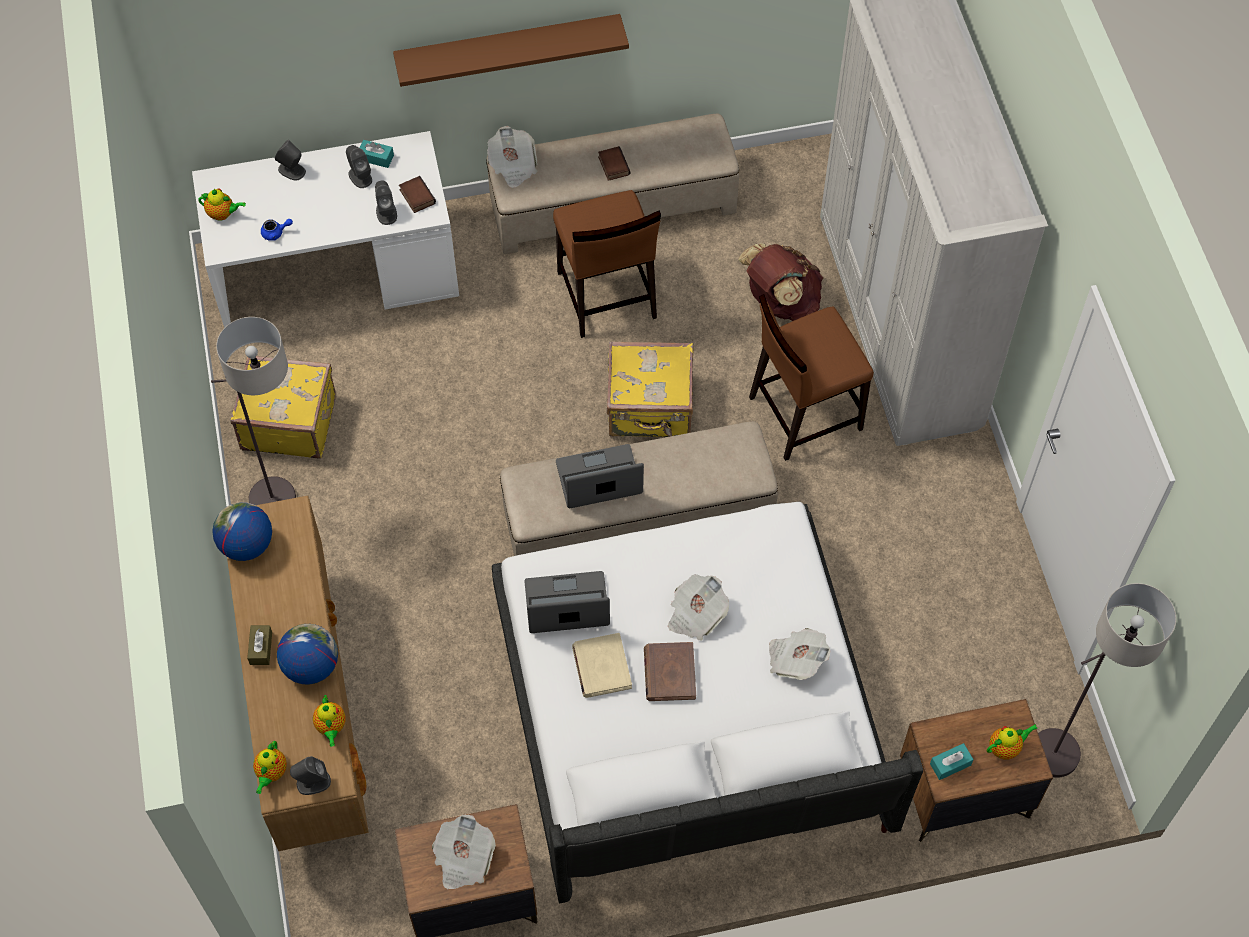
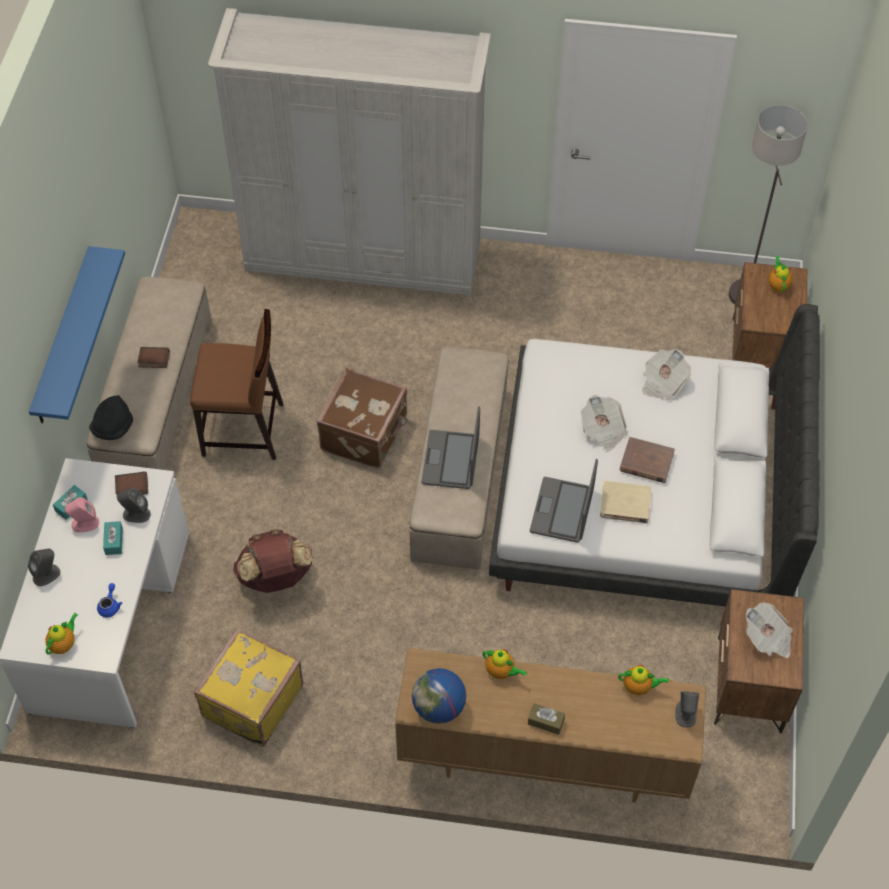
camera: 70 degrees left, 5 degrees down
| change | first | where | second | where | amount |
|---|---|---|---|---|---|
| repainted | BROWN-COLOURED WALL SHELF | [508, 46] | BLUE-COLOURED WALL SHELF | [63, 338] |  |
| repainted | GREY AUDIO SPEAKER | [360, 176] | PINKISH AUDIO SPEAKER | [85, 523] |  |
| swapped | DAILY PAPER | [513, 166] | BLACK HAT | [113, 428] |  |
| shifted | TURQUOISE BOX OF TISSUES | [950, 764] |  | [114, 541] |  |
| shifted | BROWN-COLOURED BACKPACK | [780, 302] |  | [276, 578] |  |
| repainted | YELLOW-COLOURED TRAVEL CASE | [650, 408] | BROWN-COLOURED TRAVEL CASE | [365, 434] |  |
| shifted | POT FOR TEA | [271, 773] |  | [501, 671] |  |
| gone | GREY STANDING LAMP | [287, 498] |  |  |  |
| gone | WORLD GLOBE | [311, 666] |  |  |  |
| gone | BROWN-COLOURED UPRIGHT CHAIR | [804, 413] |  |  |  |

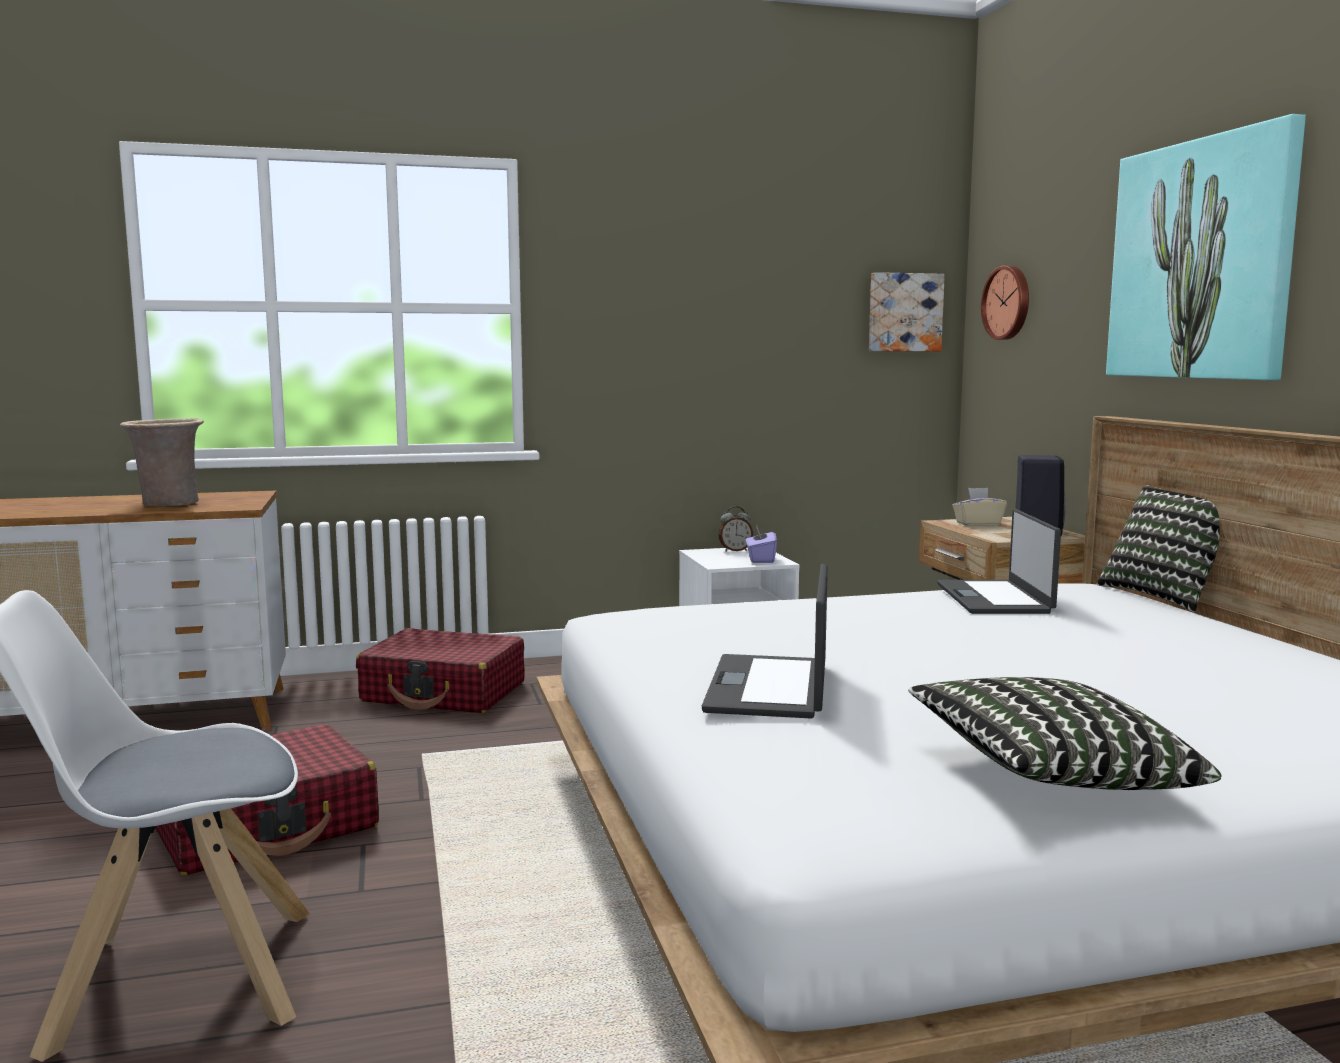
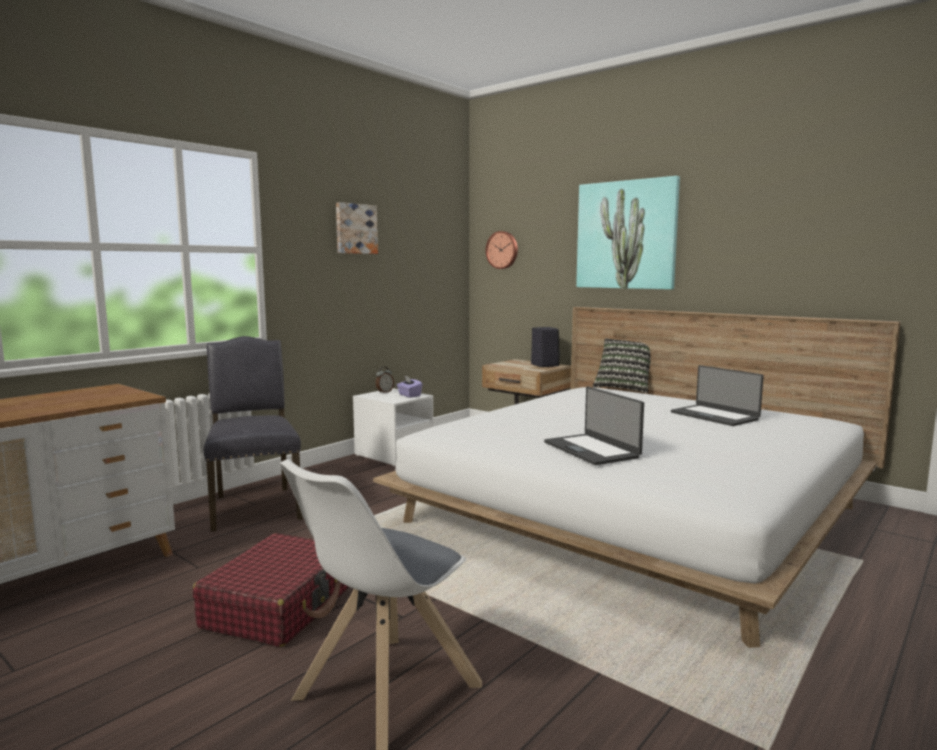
camera: 35 degrees left, 0 degrees up
| change | first | where | second | where | amount |
|---|---|---|---|---|---|
| swapped | RED TRAVEL CASE | [444, 692] | GREY UPRIGHT CHAIR | [255, 506] |  |
| shifted | PICTURE | [904, 312] |  | [355, 229] |  |
| shifted | NOTEBOOK COMPUTER | [995, 598] |  | [715, 416] |  |
| gone | SAND-COLOURED FLOWER VASE | [168, 504] |  |  |  |
| gone | CUSHION | [1049, 776] |  |  |  |
| gone | SAND-COLOURED BOX OF TISSUES | [978, 524] |  |  |  |

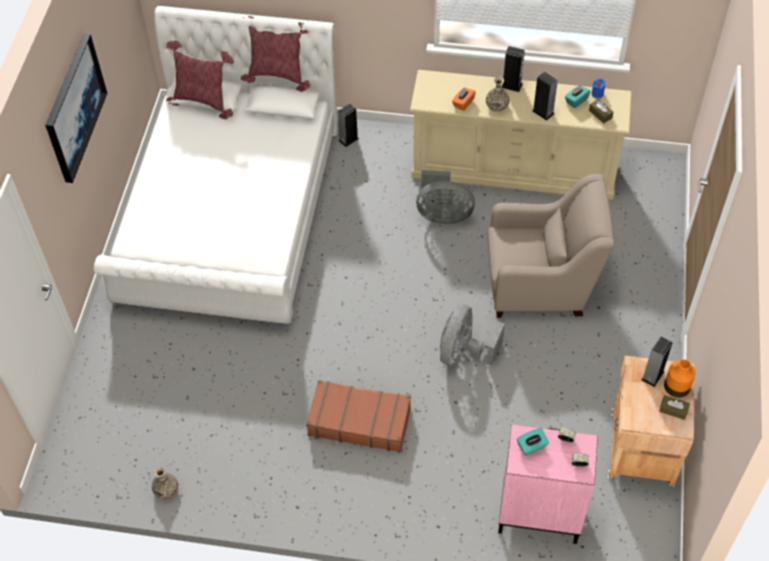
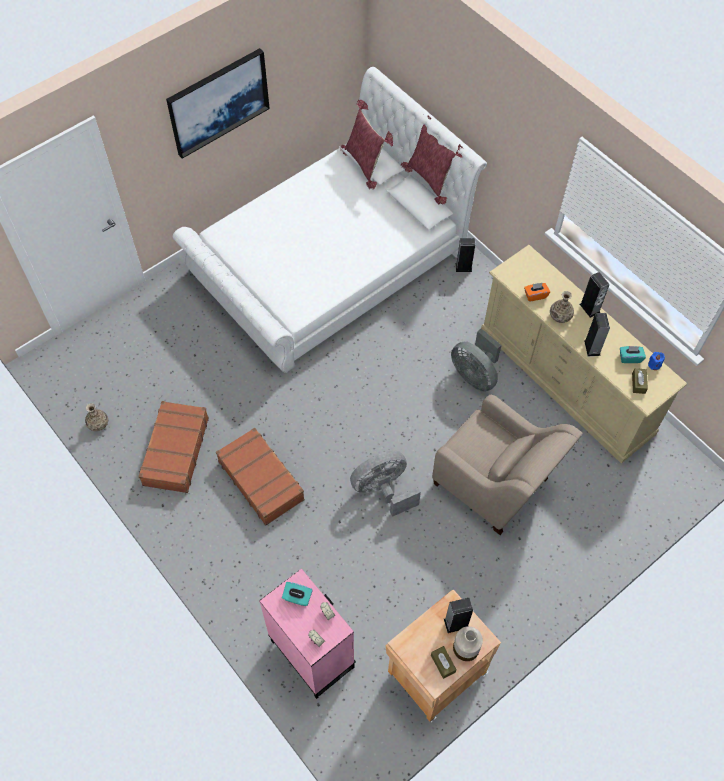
camera: 40 degrees right, 5 degrees up
| change | first | where | second | where | amount |
|---|---|---|---|---|---|
| new |  |  | BROWN-COLOURED TRAVEL CASE | [175, 451] |  |
| repainted | ORANGE-COLOURED FLOWER VASE | [676, 386] | SAND-COLOURED FLOWER VASE | [466, 647] |  |

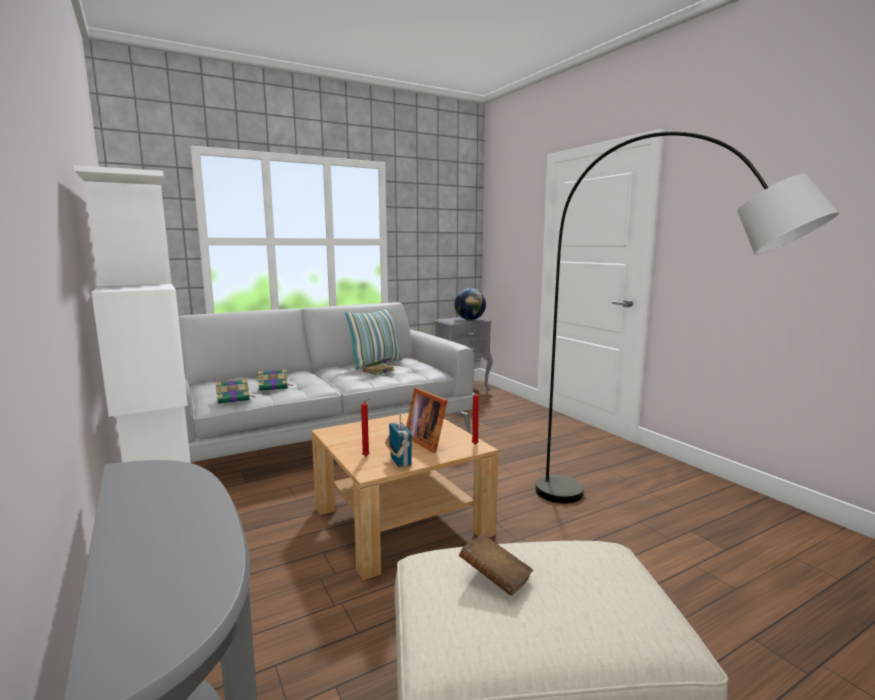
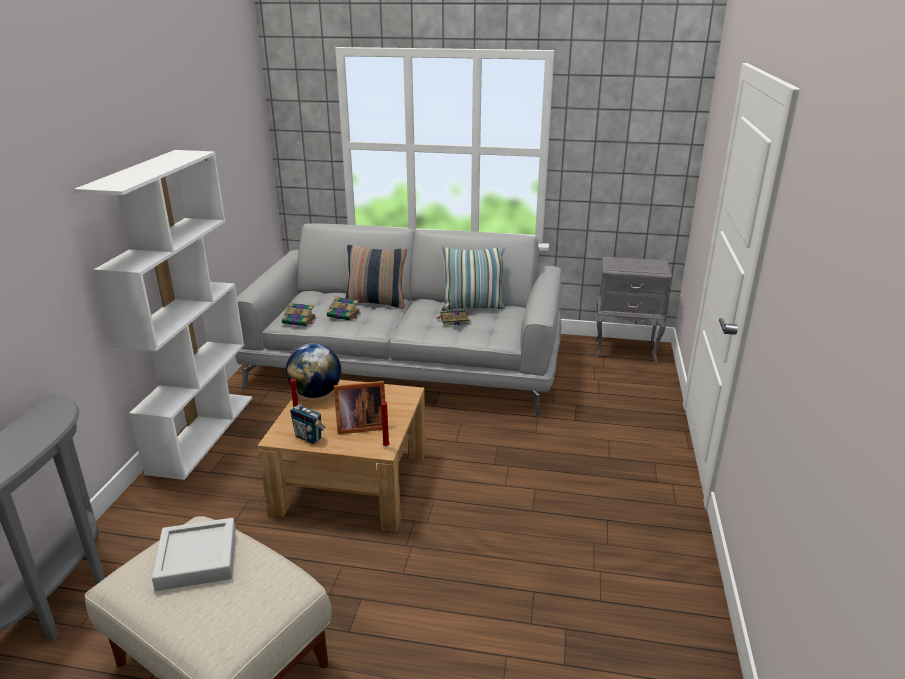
camera: 40 degrees right, 15 degrees up
| change | first | where | second | where | amount |
|---|---|---|---|---|---|
| swapped | BROWN-COLOURED BOOK | [495, 579] | GREY CARRYING TRAY | [197, 559] |  |
| shifted | WORLD GLOBE | [469, 319] |  | [316, 393] |  |
| rotated | RADIO | [399, 461] |  | [308, 437] | 105 degrees clockwise |
| rotated | PHOTO FRAME | [427, 441] |  | [359, 426] | 105 degrees counterclockwise |
| new |  |  | CUSHION | [376, 302] |  |
| gone | GREY STANDING LAMP | [647, 525] |  |  |  |

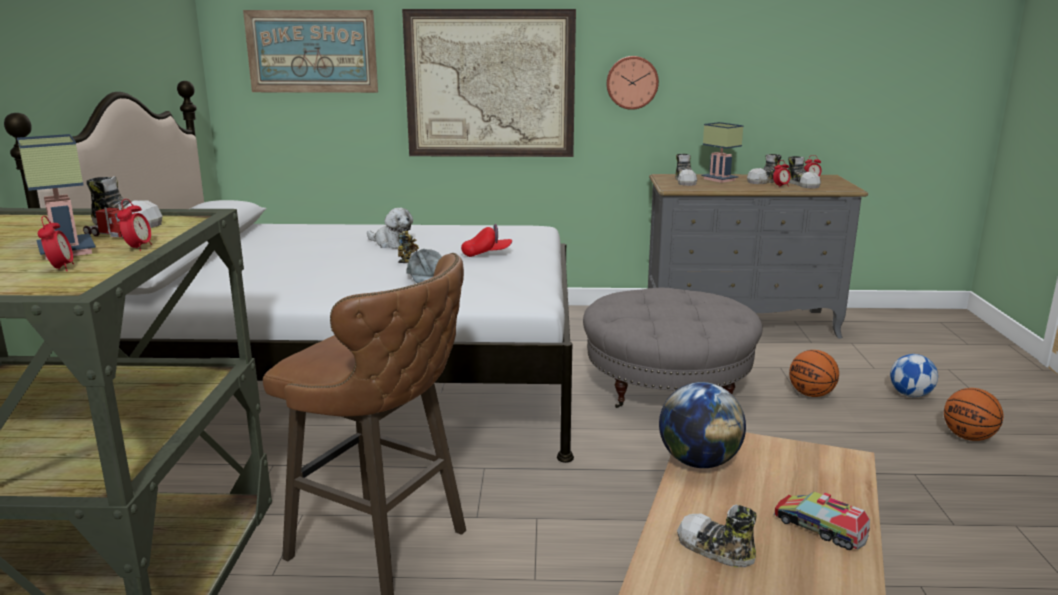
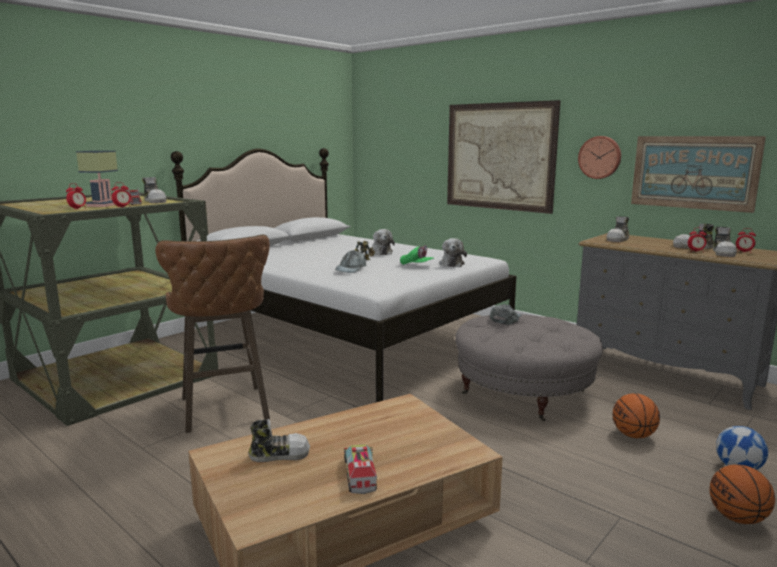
camera: 40 degrees right, 5 degrees down
| change | first | where | second | where | amount |
|---|---|---|---|---|---|
| rotated | SHOE | [715, 549] |  | [279, 454] | 90 degrees clockwise |
| repainted | RED CAP | [486, 254] | GREENISH CAP | [416, 265] |  |
| new |  |  | SOFT TOY | [452, 263] |  |
| new |  |  | GREY CAP | [505, 319] |  |
| shifted | PICTURE | [312, 51] |  | [693, 172] |  |
| gone | WORLD GLOBE | [698, 462] |  |  |  |
| gone | LAMP FOR A TABLE | [721, 179] |  |  |  |

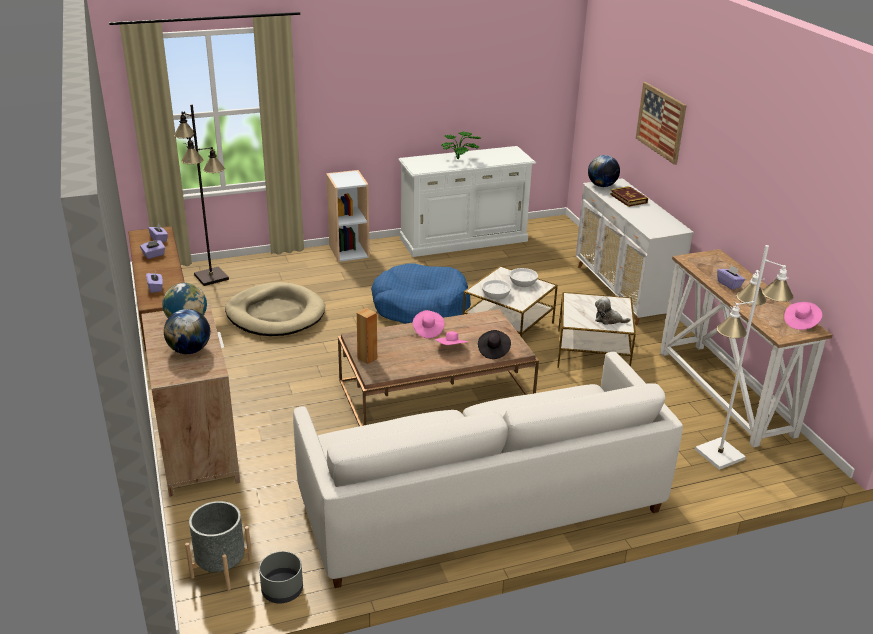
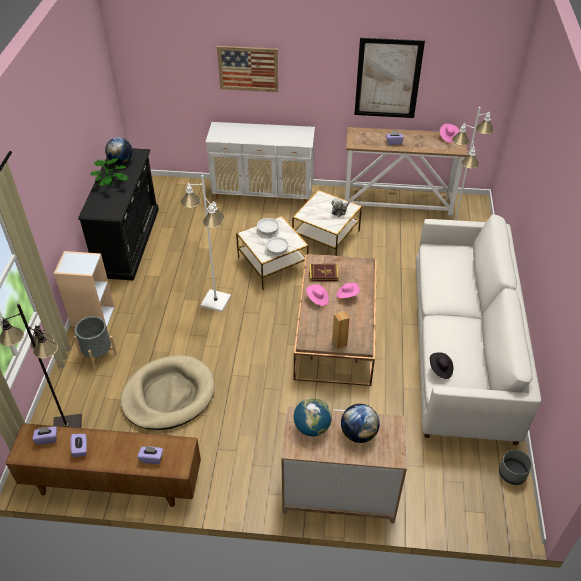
camera: 65 degrees left, 15 degrees up
| change | first | where | second | where | amount |
|---|---|---|---|---|---|
| shifted | GREY PLANTER | [221, 568] |  | [98, 354] |  |
| repainted | WHITE CUPBOARD | [464, 239] | BLACK CUPBOARD | [128, 241] |  |
| shifted | WORLD GLOBE | [602, 185] |  | [121, 161] |  |
| swapped | BLUE-COLOURED DOG BED | [420, 306] | WHITE STANDING LAMP | [215, 301] |  |
| shifted | BOOK | [628, 198] |  | [323, 274] |  |
| new |  |  | PICTURE | [388, 79] |  |
| shifted | BLACK HAT | [493, 351] |  | [440, 369] |  |

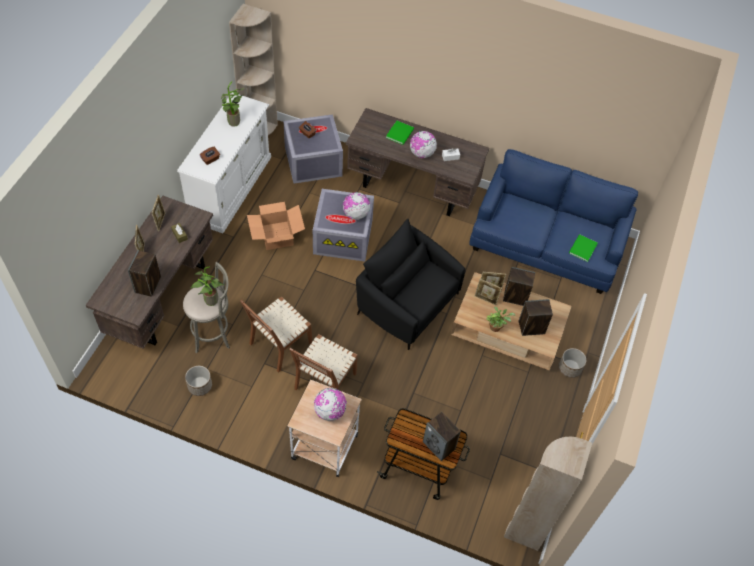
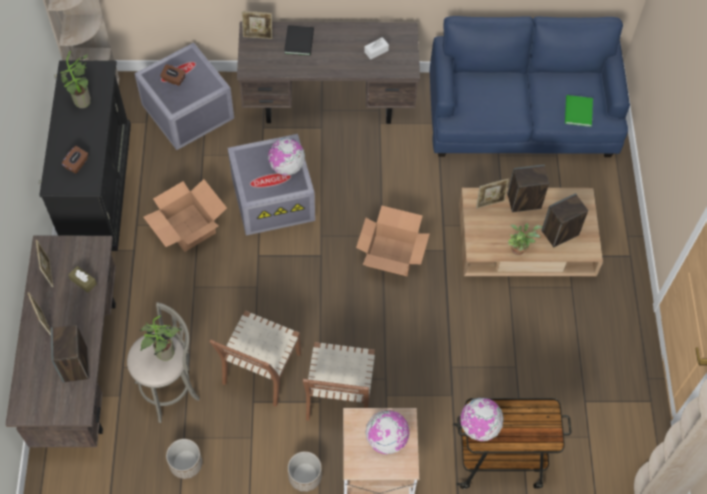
camera: 20 degrees left, 5 degrees up
| change | first | where | second | where | amount |
|---|---|---|---|---|---|
| repainted | WHITE CUPBOARD | [230, 187] | BLACK CUPBOARD | [98, 185] |  |
| shifted | PHOTO FRAME | [485, 299] |  | [258, 36] |  |
| repainted | GREENISH BOOK | [400, 133] | BLACK BOOK | [300, 40] |  |
| shifted | PLANTER | [570, 368] |  | [305, 476] |  |
| swapped | BLACK EASY CHAIR | [407, 302] | CARDBOARD BOX | [391, 254] |  |
| shifted | WORLD GLOBE | [421, 153] |  | [479, 427] |  |
| gone | AUDIO SPEAKER | [439, 445] |  |  |  |

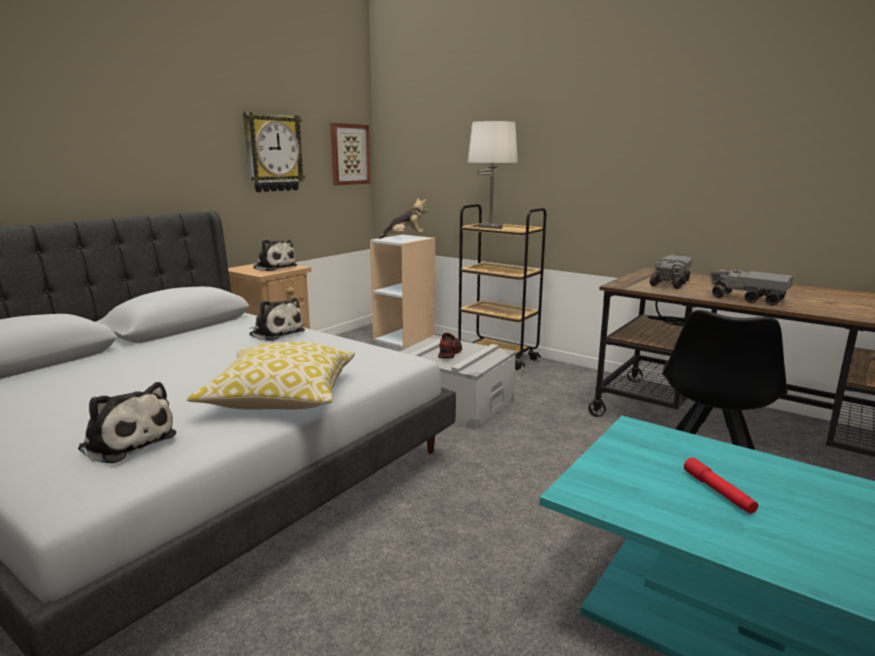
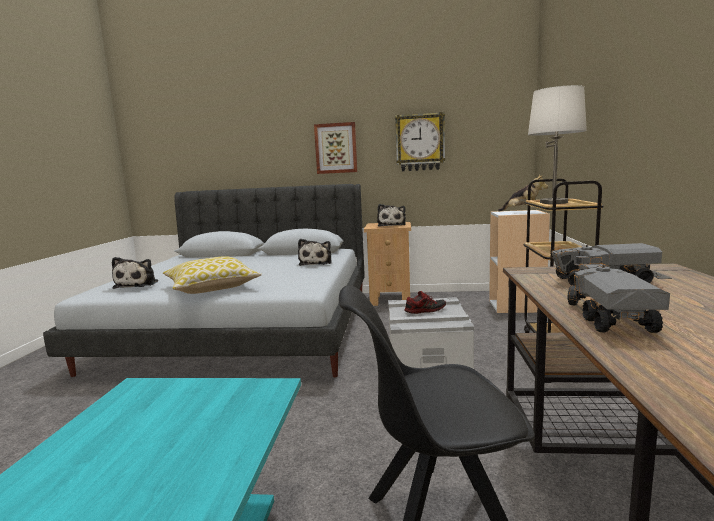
camera: 60 degrees right, 5 degrees down
| change | first | where | second | where | amount |
|---|---|---|---|---|---|
| shifted | PICTURE | [349, 154] |  | [336, 148] |  |
| gone | RED HAND TORCH | [718, 492] |  |  |  |

